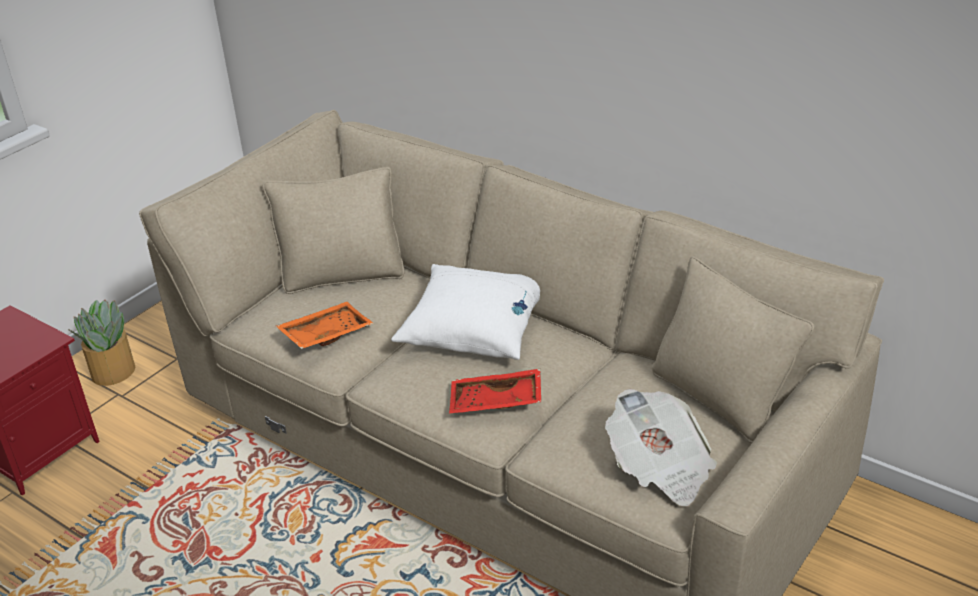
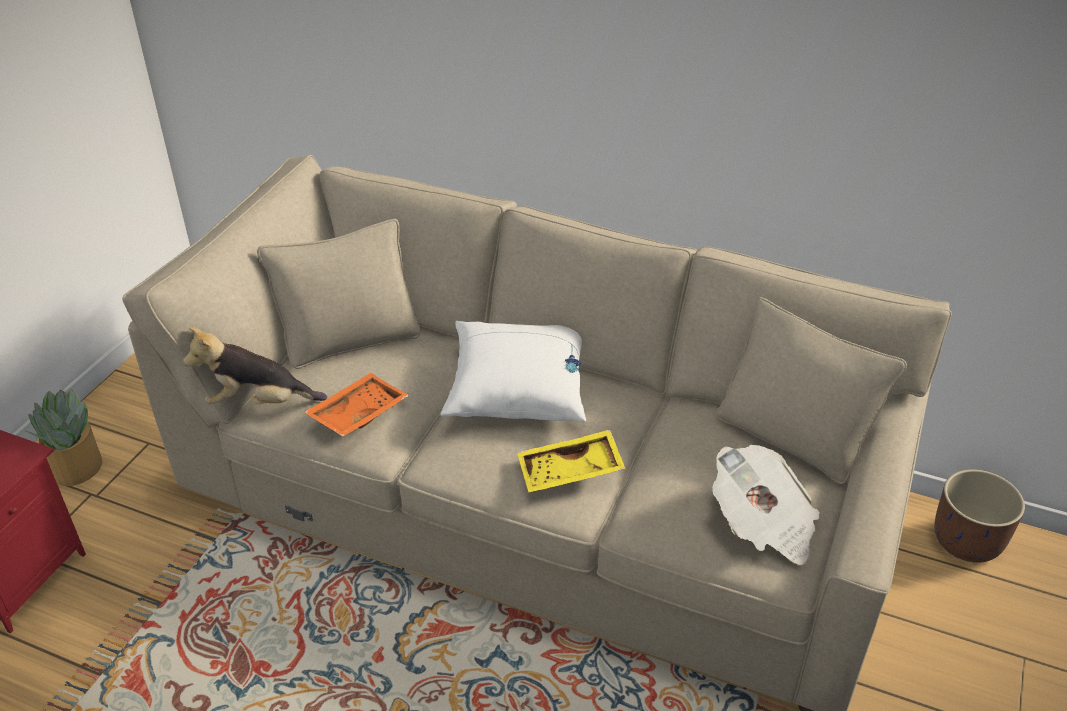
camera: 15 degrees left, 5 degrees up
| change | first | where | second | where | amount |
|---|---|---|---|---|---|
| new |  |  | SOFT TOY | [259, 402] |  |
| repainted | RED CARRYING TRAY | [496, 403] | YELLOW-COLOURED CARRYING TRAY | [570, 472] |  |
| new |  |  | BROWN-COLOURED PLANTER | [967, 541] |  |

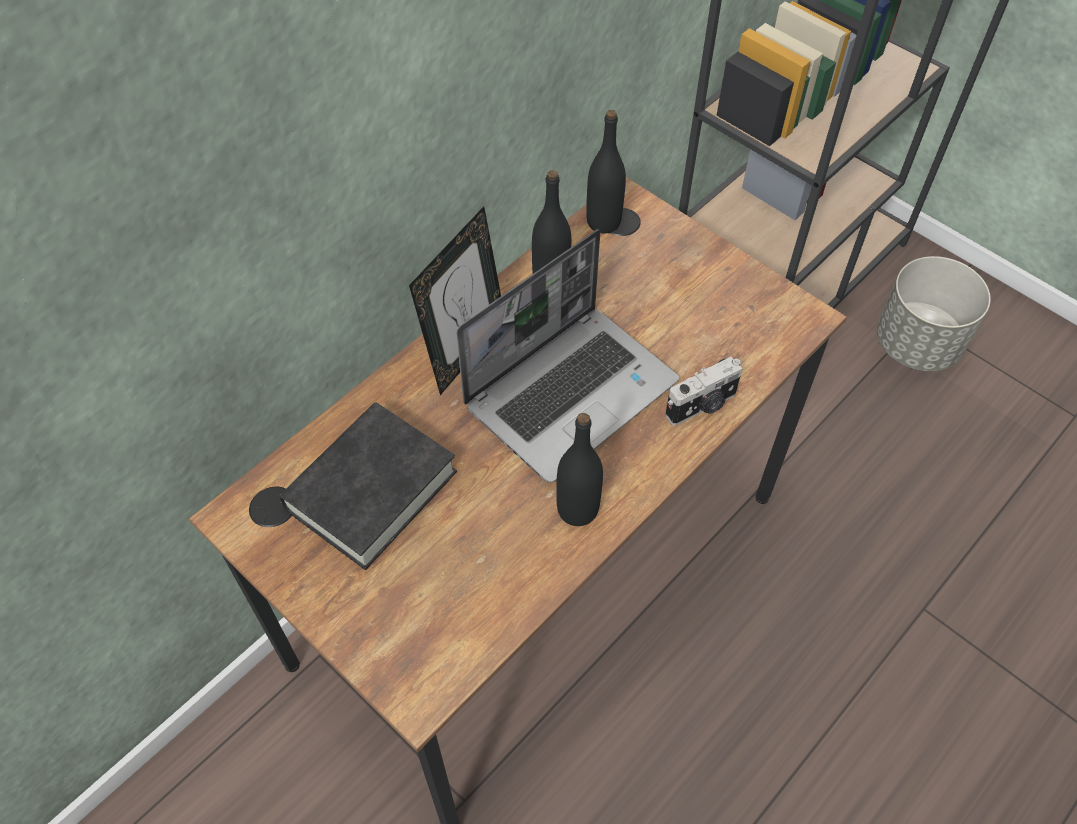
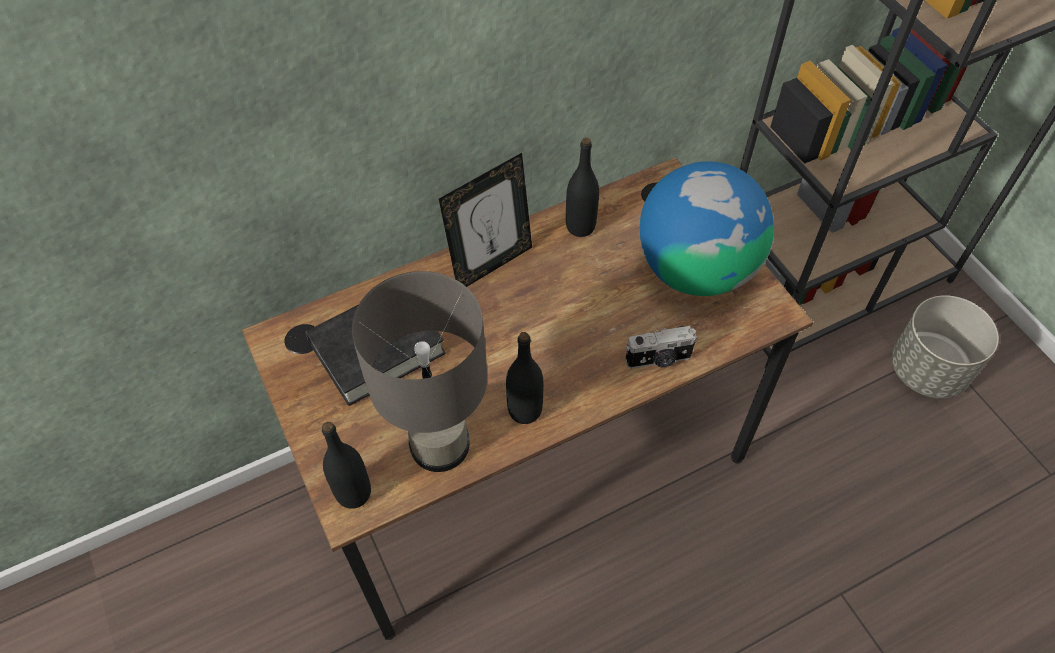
camera: 20 degrees right, 0 degrees up
| change | first | where | second | where | amount |
|---|---|---|---|---|---|
| shifted | BLACK BOTTLE | [603, 222] |  | [353, 493] |  |
| new |  |  | GREY LAMP FOR A TABLE | [440, 446] |  |
| new |  |  | WORLD GLOBE | [695, 268] |  |
| gone | NOTEBOOK COMPUTER | [571, 391] |  |  |  |

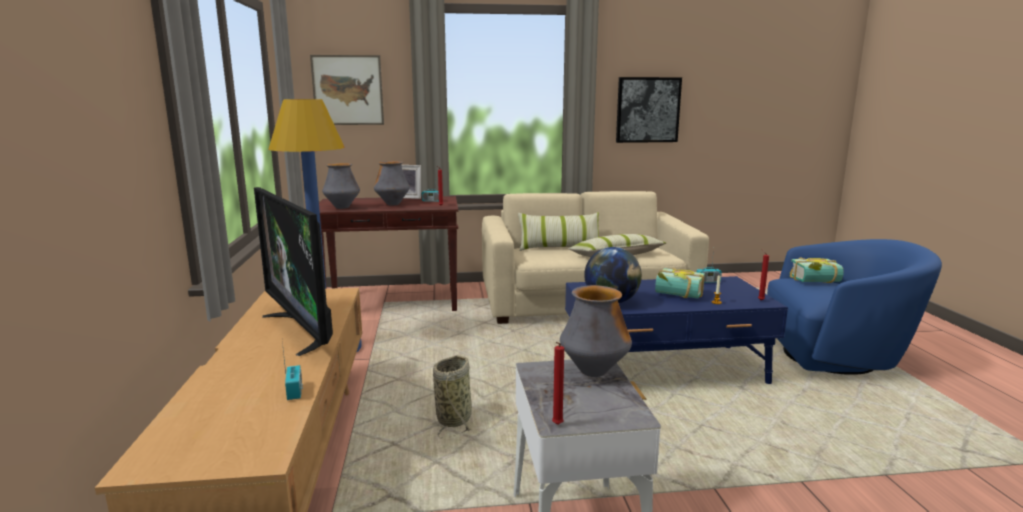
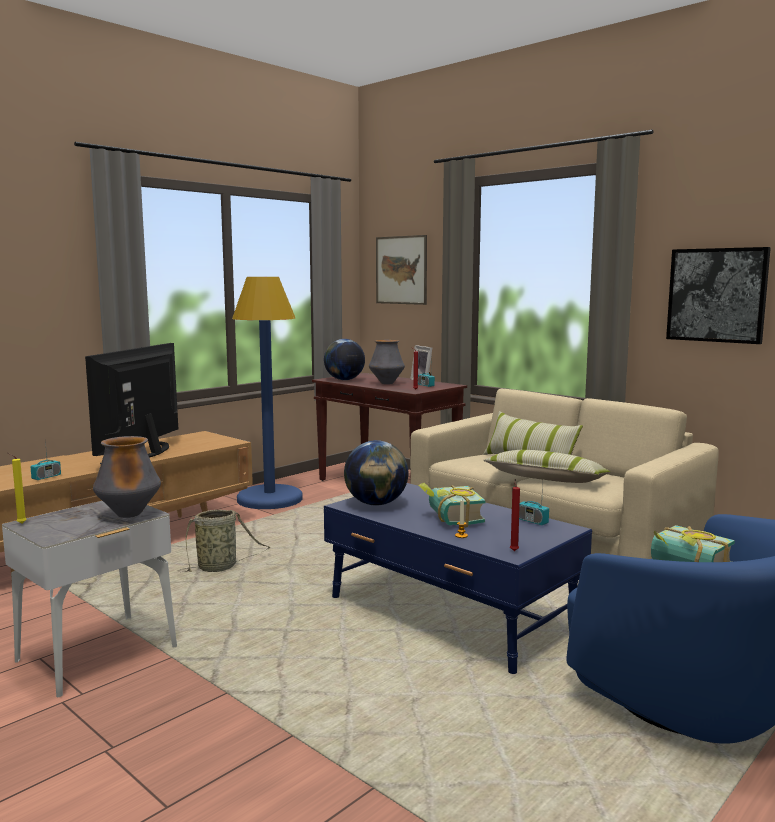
camera: 50 degrees right, 5 degrees down
| change | first | where | second | where | amount |
|---|---|---|---|---|---|
| repainted | RED WAX LIGHT | [556, 425] | YELLOW-COLOURED WAX LIGHT | [20, 523] |  |
| swapped | FLOWER VASE | [342, 207] | WORLD GLOBE | [344, 380] |  |

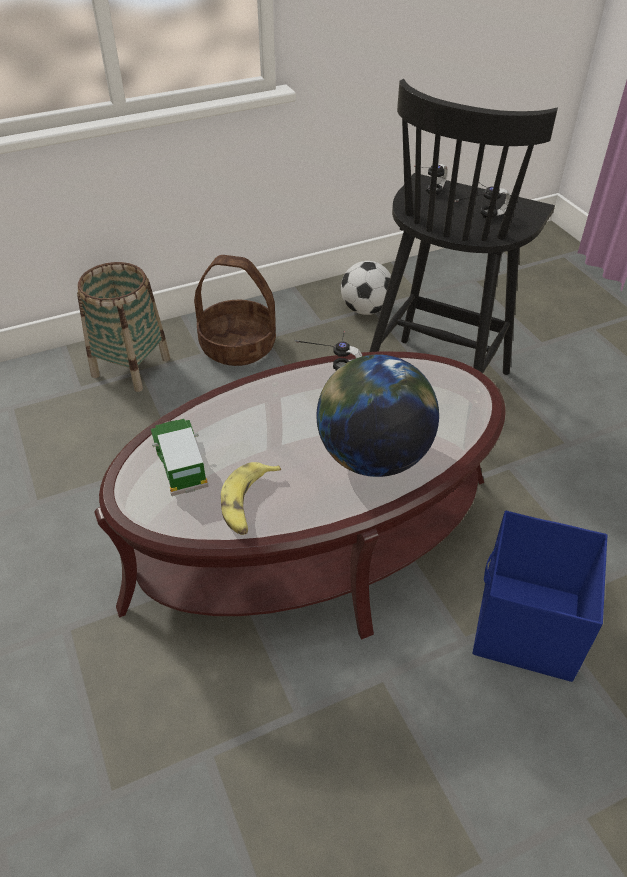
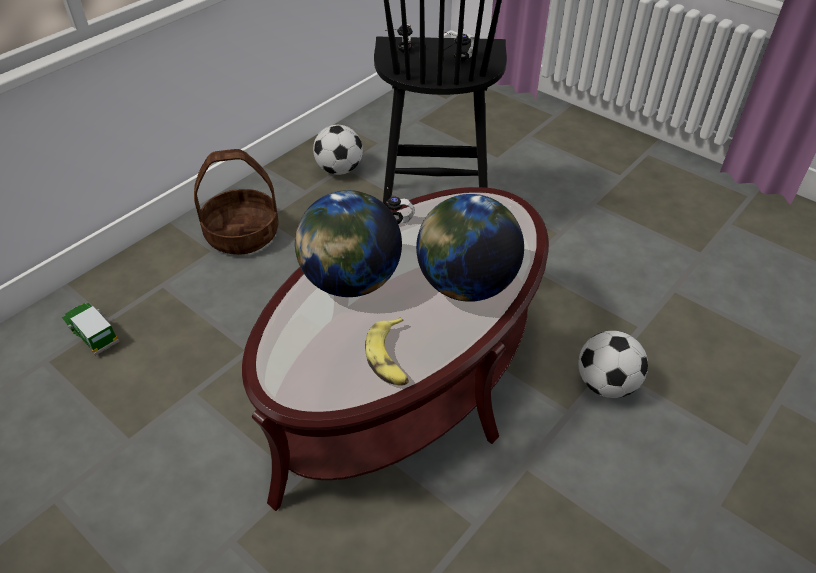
camera: 25 degrees left, 0 degrees up
| change | first | where | second | where | amount |
|---|---|---|---|---|---|
| shifted | MINIATURE CAR | [180, 463] |  | [92, 333] |  |
| new |  |  | WORLD GLOBE | [350, 281] |  |
| swapped | BLUE-COLOURED STORAGE BIN | [525, 626] | FOOTBALL | [606, 384] |  |
| gone | BASKET | [131, 367] |  |  |  |

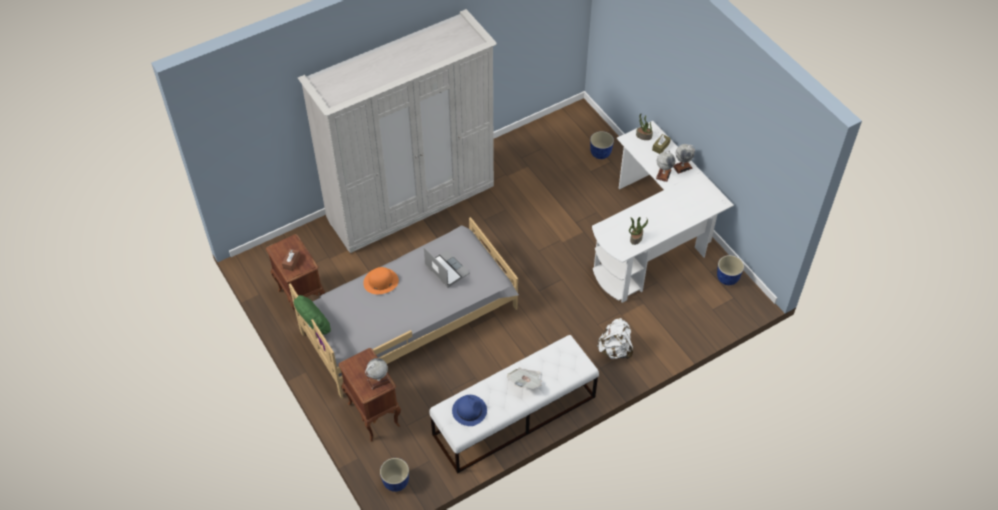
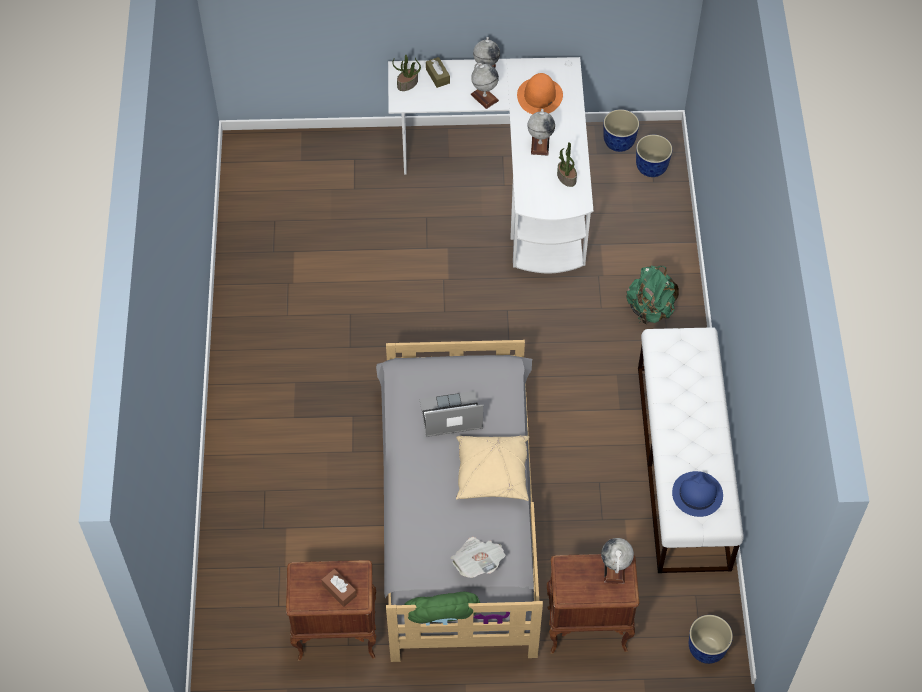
camera: 60 degrees left, 5 degrees up
| change | first | where | second | where | amount |
|---|---|---|---|---|---|
| shifted | DAILY PAPER | [526, 383] |  | [477, 562] |  |
| new |  |  | SAND-COLOURED CUSHION | [492, 474] |  |
| shifted | ORANGE-COLOURED HAT | [380, 281] |  | [540, 96] |  |
| new |  |  | WORLD GLOBE | [540, 144] |  |
| repainted | WHITE BACKPACK | [615, 349] | GREENISH BACKPACK | [650, 309] |  |
| shifted | PLANTER | [600, 154] |  | [651, 168] |  |
| gone | WHITE WARDROBE | [412, 202] |  |  |  |

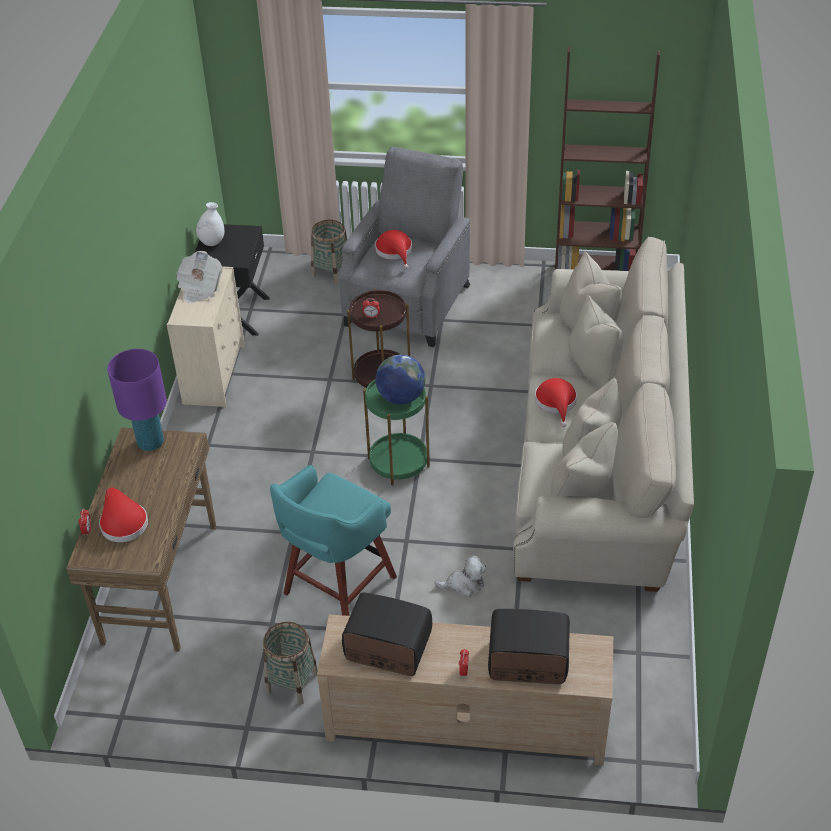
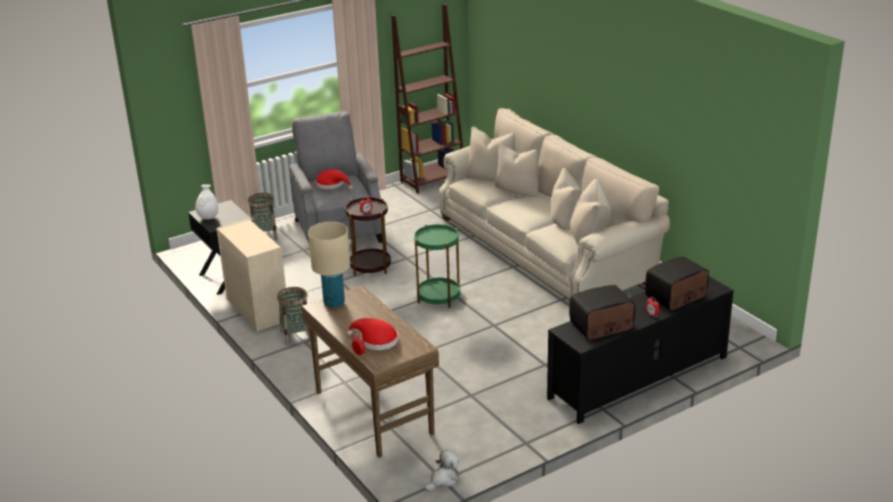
camera: 40 degrees left, 15 degrees down
| change | first | where | second | where | amount |
|---|---|---|---|---|---|
| shifted | BASKET | [292, 683] |  | [296, 336] |  |
| repainted | PURPLE-COLOURED LAMP FOR A TABLE | [151, 443] | SAND-COLOURED LAMP FOR A TABLE | [334, 303] |  |
| shifted | SOFT TOY | [464, 584] |  | [443, 480] |  |
| repainted | SAND-COLOURED TV STAND | [465, 722] | BLACK TV STAND | [638, 378] |  |
| gone | DAILY PAPER | [200, 288] |  |  |  |
| gone | TURQUOISE STOOL | [337, 587] |  |  |  |
| gone | WORLD GLOBE | [401, 397] |  |  |  |
| gone | RED HAT | [556, 403] |  |  |  |

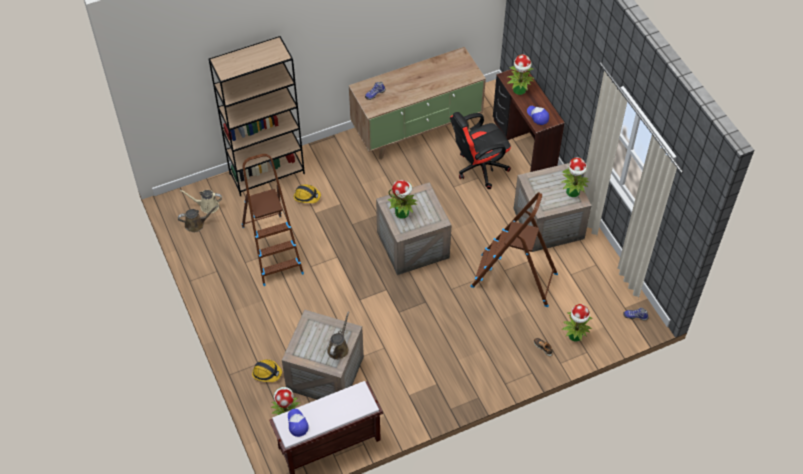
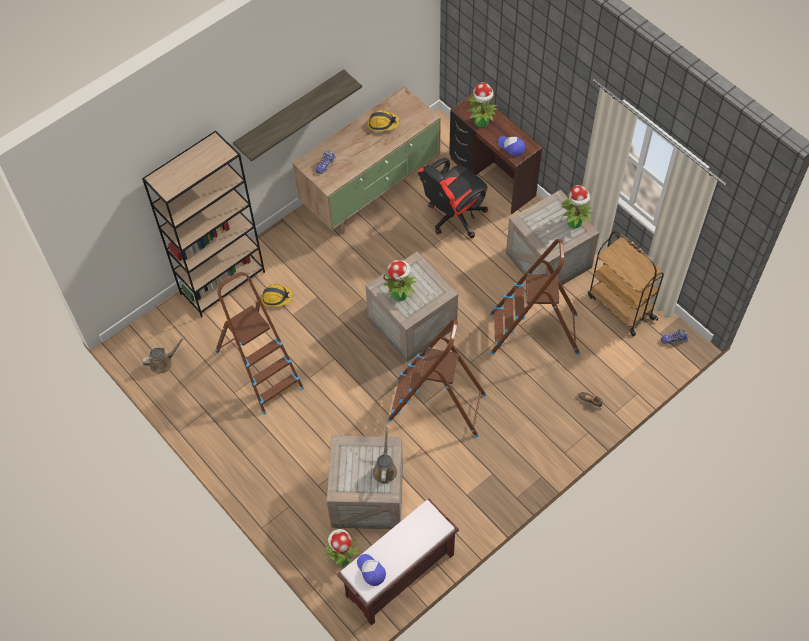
camera: 15 degrees left, 5 degrees up
| change | first | where | second | where | amount |
|---|---|---|---|---|---|
| new |  |  | WALL SHELF | [290, 113] |  |
| shifted | HARD HAT | [267, 373] |  | [383, 124] |  |
| new |  |  | BROWN-COLOURED STEP LADDER | [436, 407] |  |
| new |  |  | BROWN-COLOURED CART | [620, 306] |  |
| gone | SAND-COLOURED WATERING CAN | [207, 206] |  |  |  |
| gone | HOUSEPLANT | [575, 336] |  |  |  |

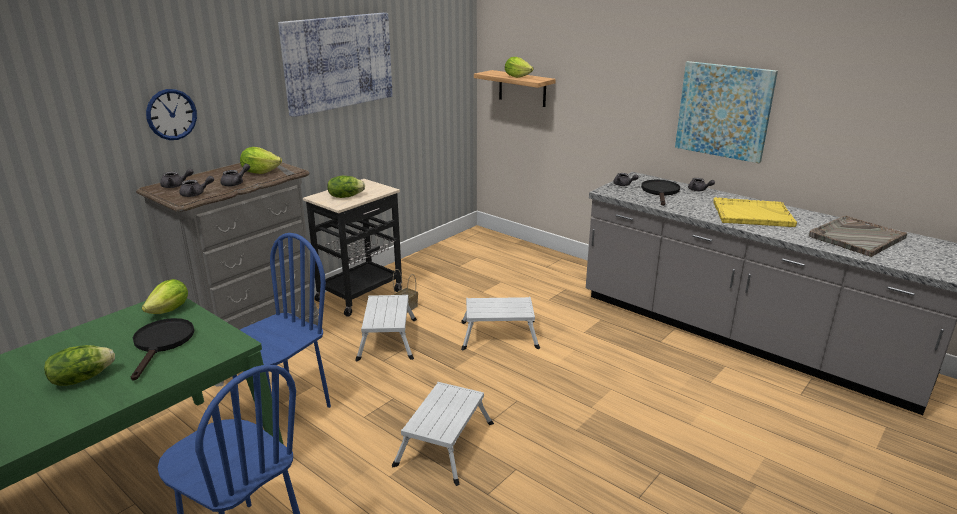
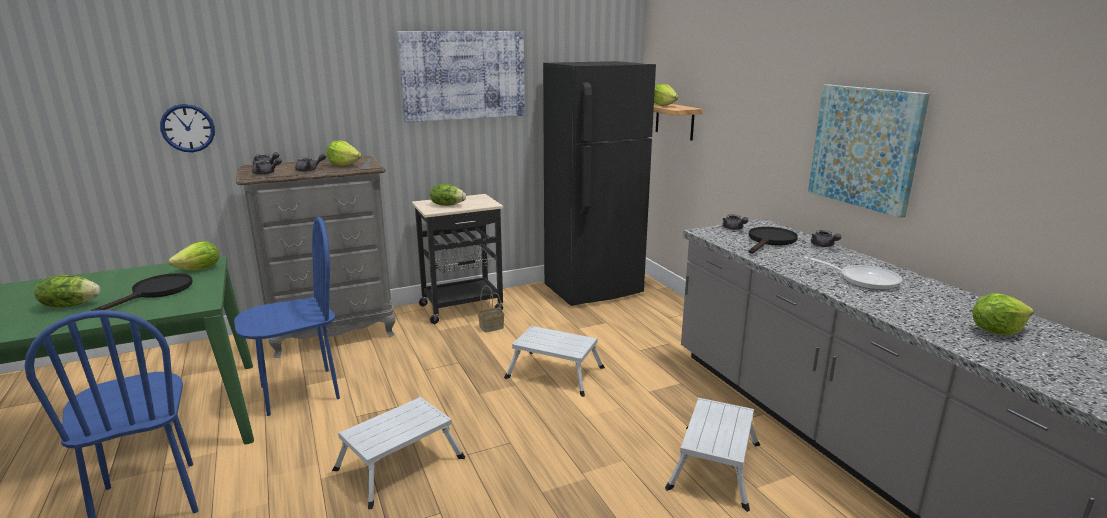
camera: 25 degrees right, 5 degrees down
| change | first | where | second | where | amount |
|---|---|---|---|---|---|
| shifted | HANGING CLOCK | [171, 114] |  | [188, 128] |  |
| new |  |  | BLACK KITCHEN FRIDGE | [593, 289] |  |
| shifted | WHITE STEP LADDER | [387, 338] |  | [715, 465] |  |
| swapped | YELLOW-COLOURED CARRYING TRAY | [751, 214] | FRYING PAN | [863, 280] |  |
| swapped | GREY CARRYING TRAY | [856, 237] | HEAD OF LETTUCE | [996, 331] |  |

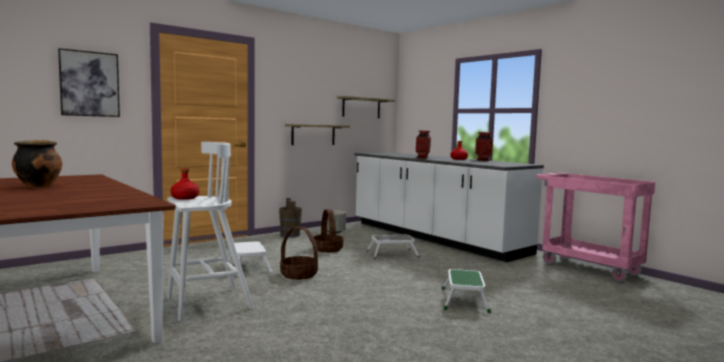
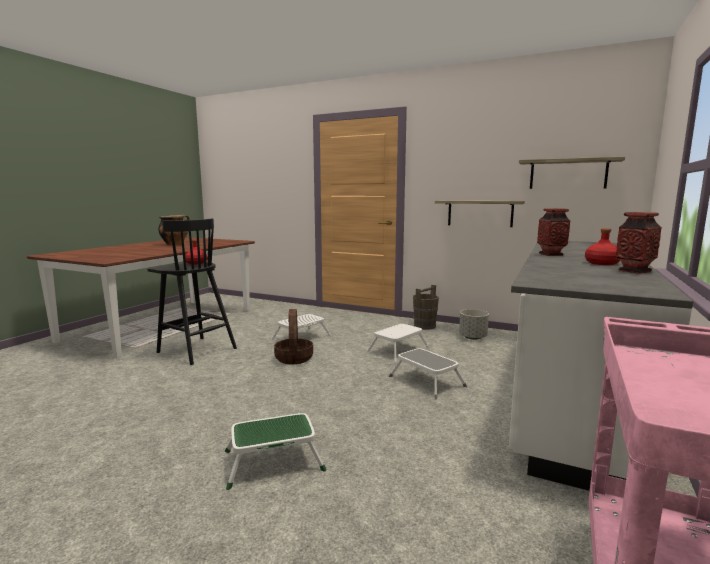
camera: 65 degrees right, 5 degrees up
| change | first | where | second | where | amount |
|---|---|---|---|---|---|
| repainted | WHITE STOOL | [205, 304] | BLACK STOOL | [195, 349] |  |
| swapped | BASKET | [328, 249] | WHITE STEP LADDER | [397, 349] |  |
| gone | PICTURE | [89, 84] |  |  |  |

